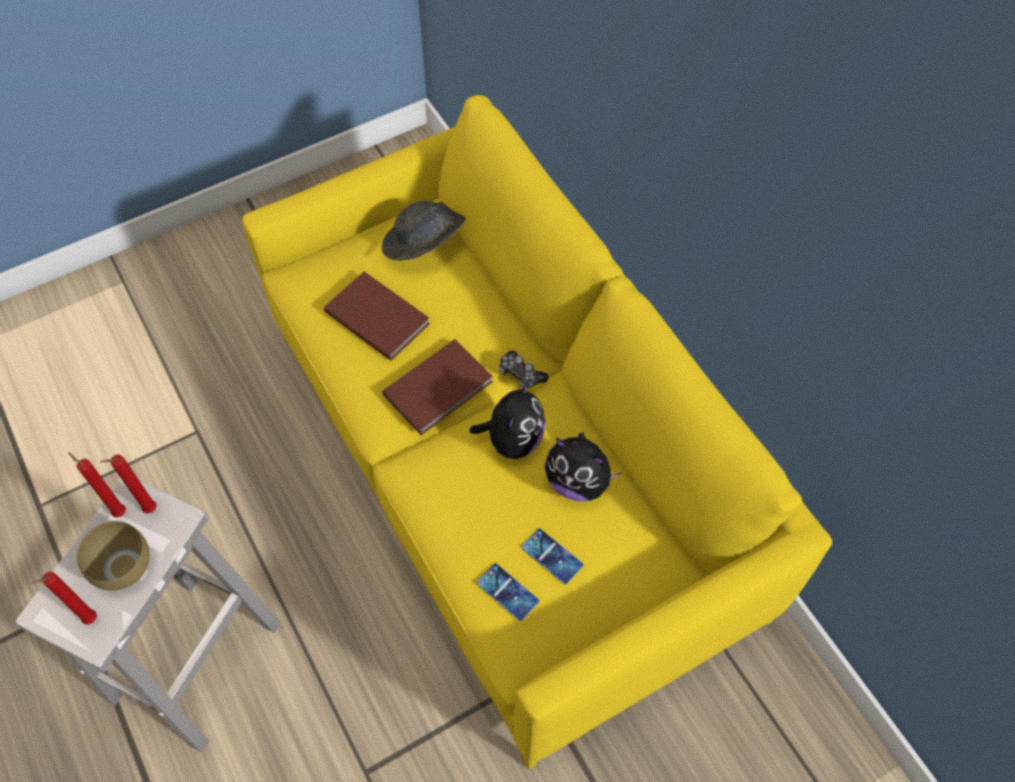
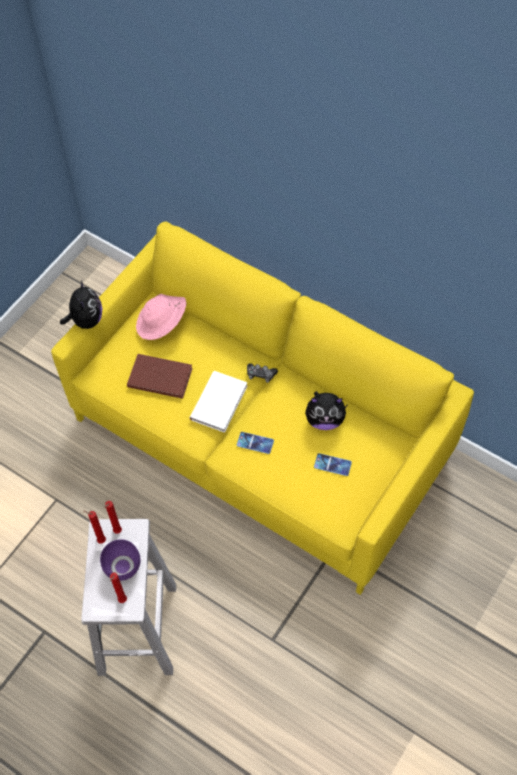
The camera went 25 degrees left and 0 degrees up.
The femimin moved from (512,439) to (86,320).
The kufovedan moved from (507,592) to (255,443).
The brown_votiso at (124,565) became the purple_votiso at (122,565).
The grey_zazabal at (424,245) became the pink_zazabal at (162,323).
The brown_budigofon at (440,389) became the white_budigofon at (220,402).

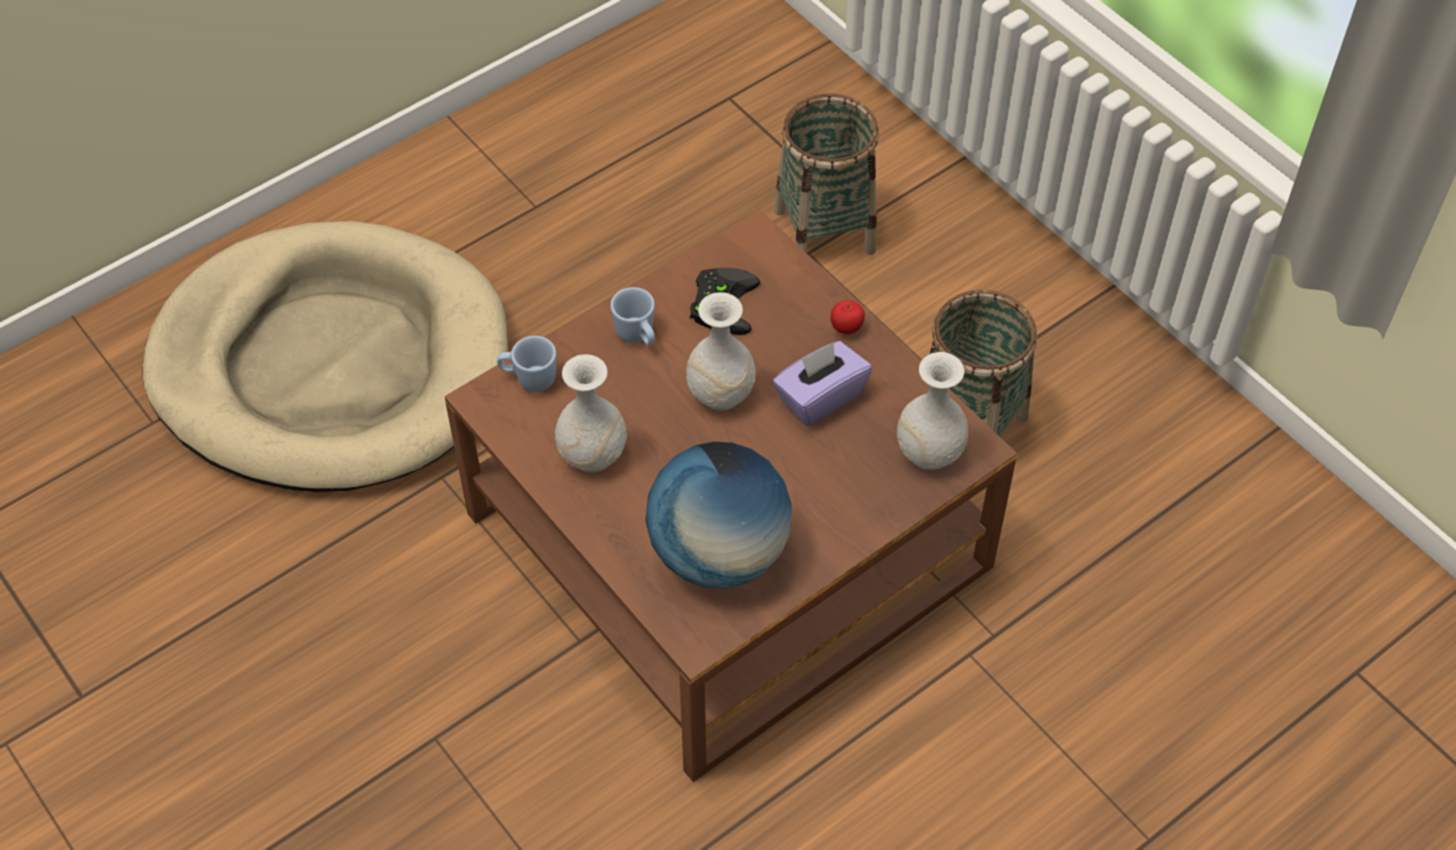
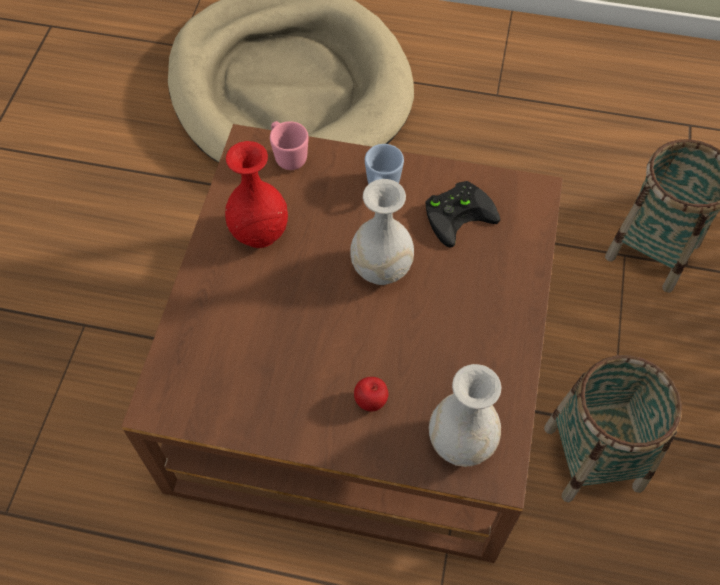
The camera went 50 degrees right and 5 degrees up.
The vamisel at (719,553) disappeared.
The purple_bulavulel at (820,397) disappeared.
The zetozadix moved from (846,328) to (371,401).
The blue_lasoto at (529,379) became the pink_lasoto at (288,156).
The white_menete at (593,455) became the red_menete at (260,233).

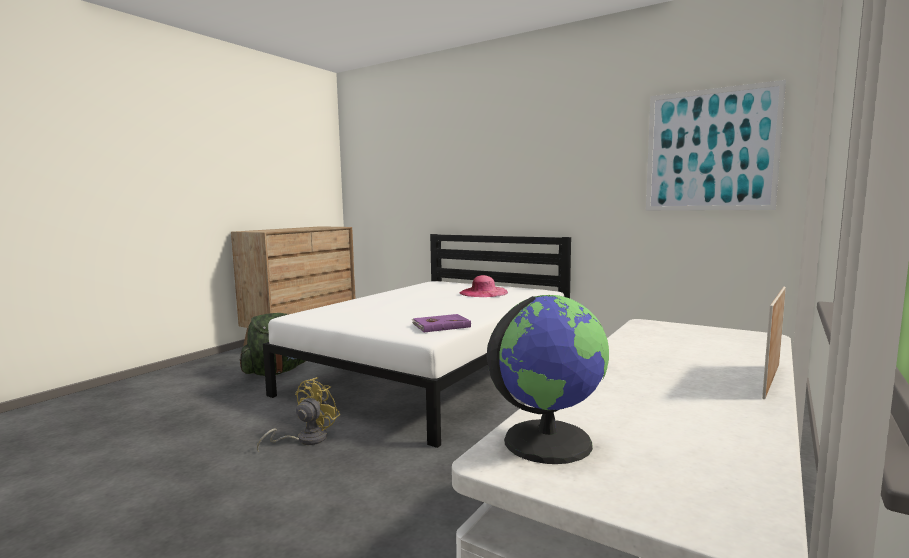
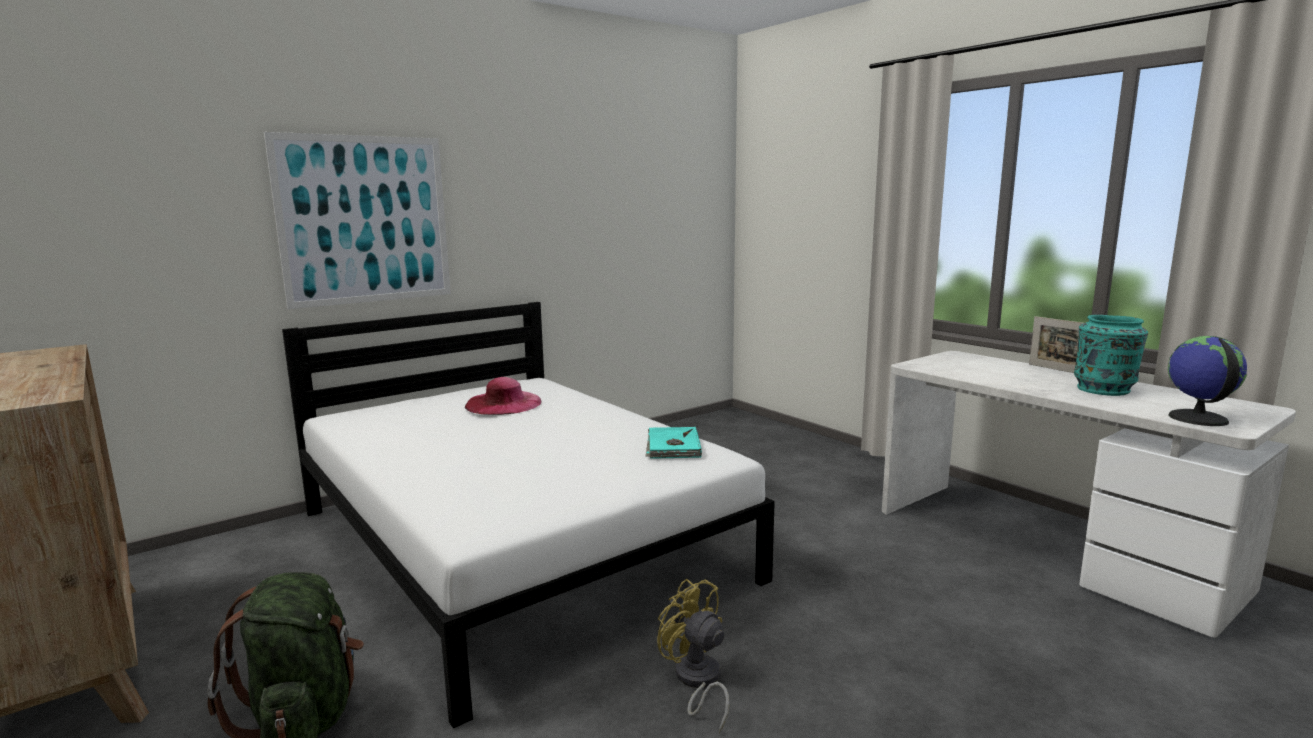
The camera went 70 degrees left and 5 degrees up.
The turquoise_menete at (1104,390) appeared.
The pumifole moved from (710,150) to (365,220).
The purple_budigofon at (440,325) became the turquoise_budigofon at (672,446).

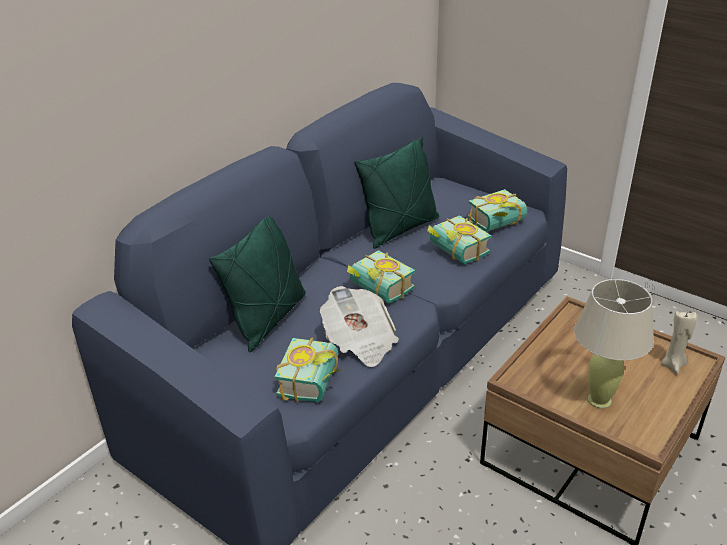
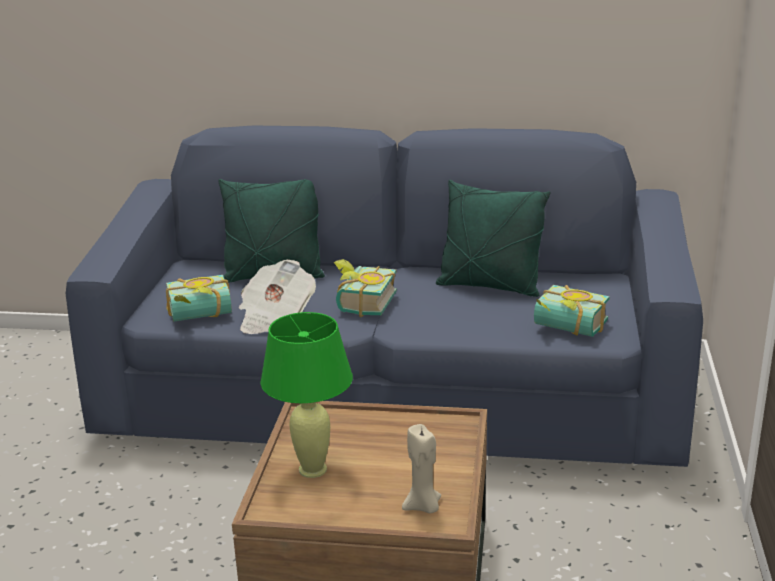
The camera went 60 degrees right and 10 degrees down.
The budigofon at (454,253) disappeared.
The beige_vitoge at (599,400) became the green_vitoge at (313,469).

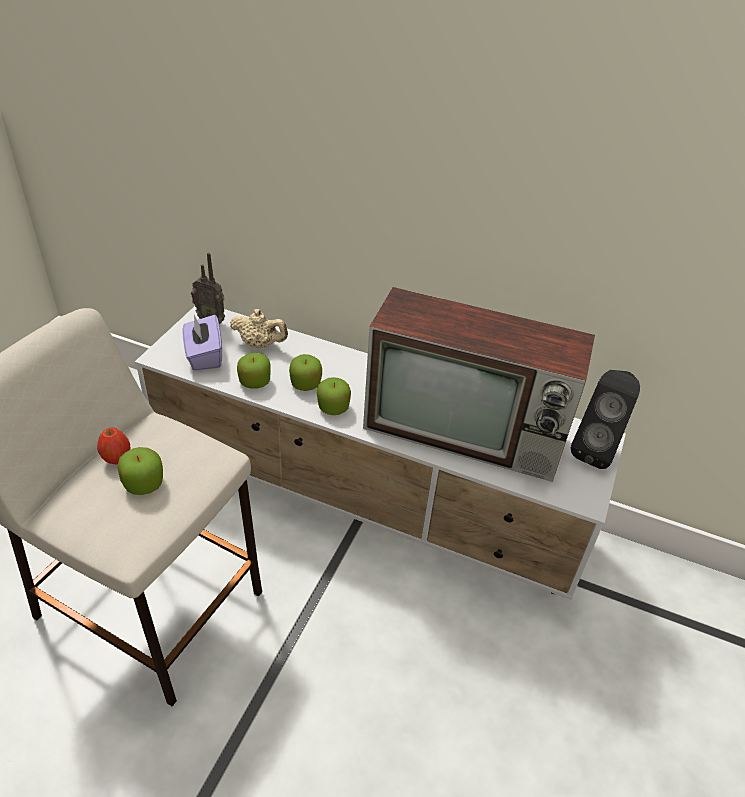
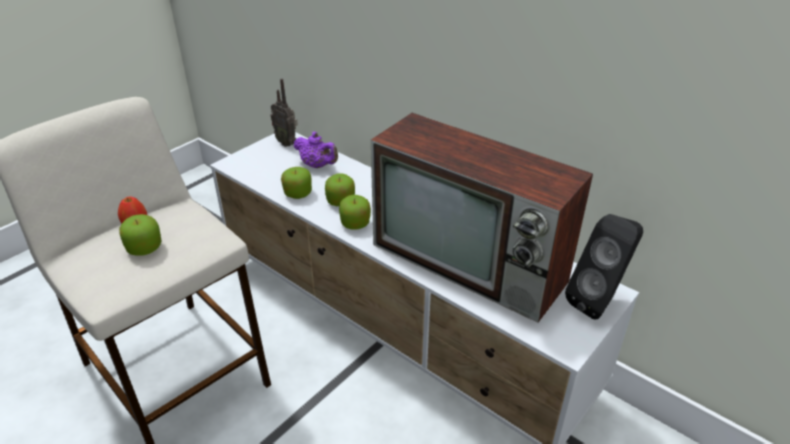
The camera went 20 degrees right and 5 degrees down.
The purple_bulavulel at (204,356) disappeared.
The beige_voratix at (260,344) became the purple_voratix at (317,166).

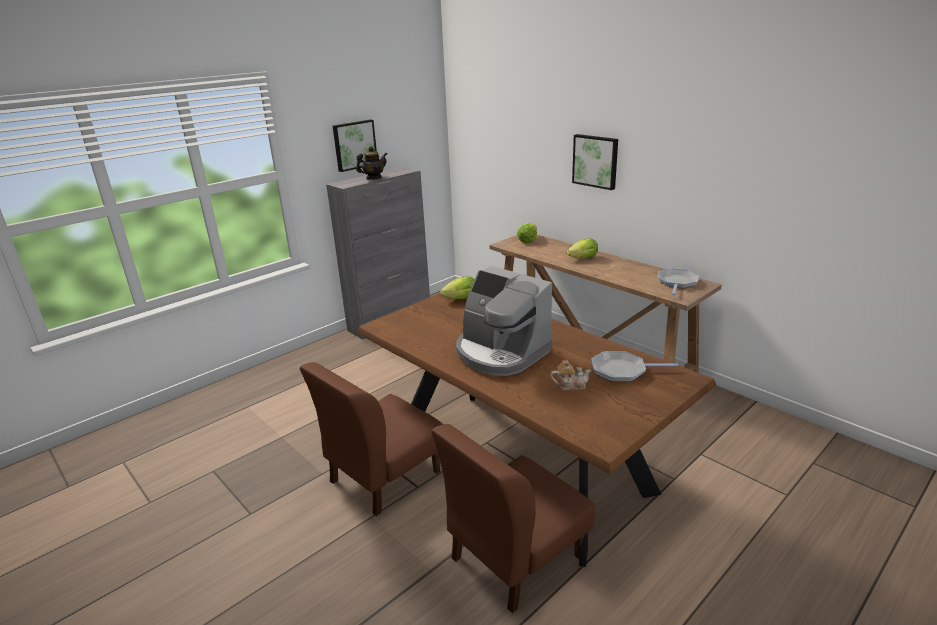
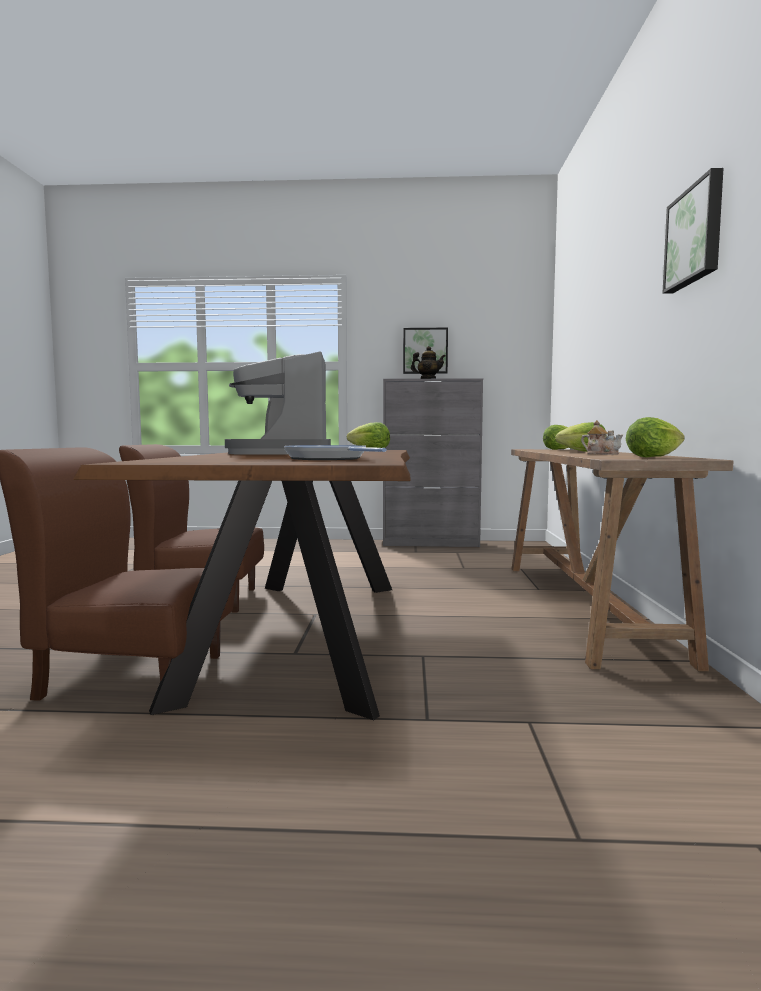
The camera went 45 degrees right and 20 degrees down.
The voratix moved from (570,385) to (602,454).
The pumifole moved from (596,161) to (696,236).
The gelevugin at (677,283) was replaced by the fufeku at (653,457).

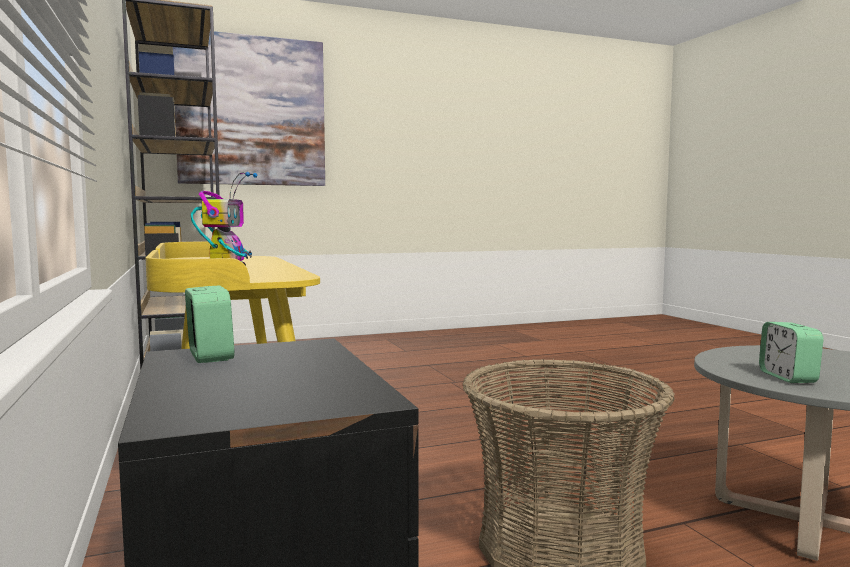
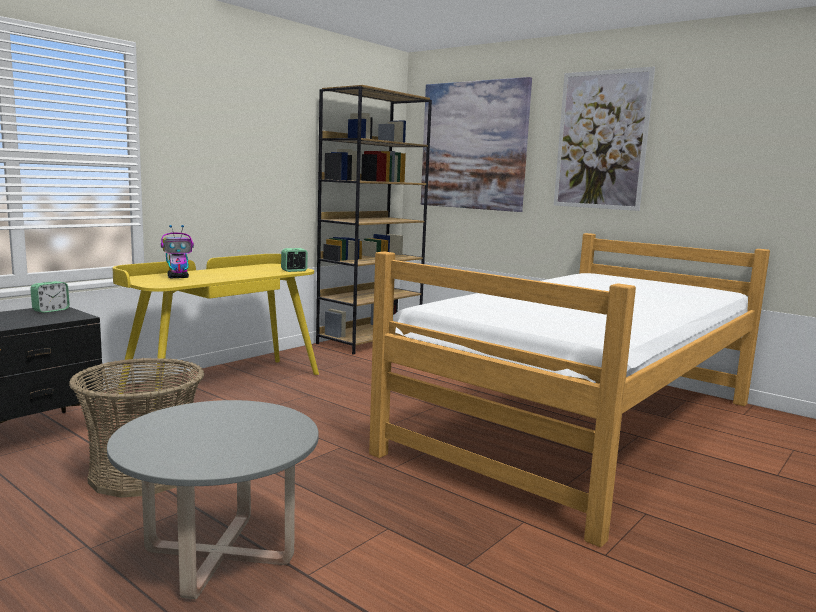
The camera went 60 degrees right and 5 degrees up.
The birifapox at (584,426) appeared.
The pumifole at (601,140) appeared.
The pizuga moved from (788,377) to (294,271).

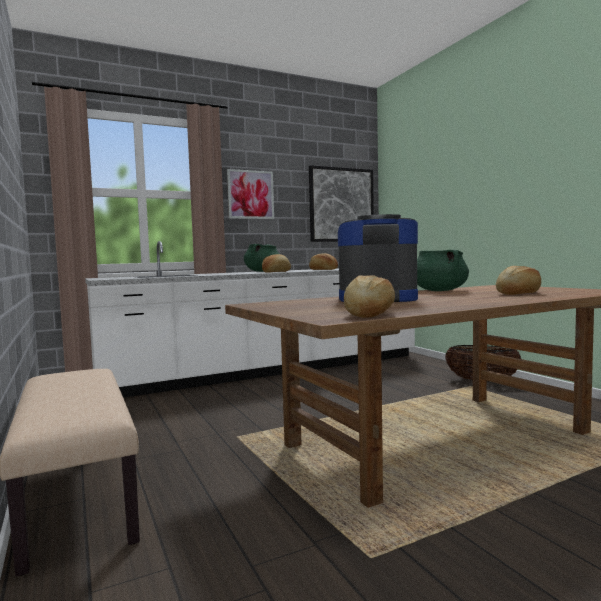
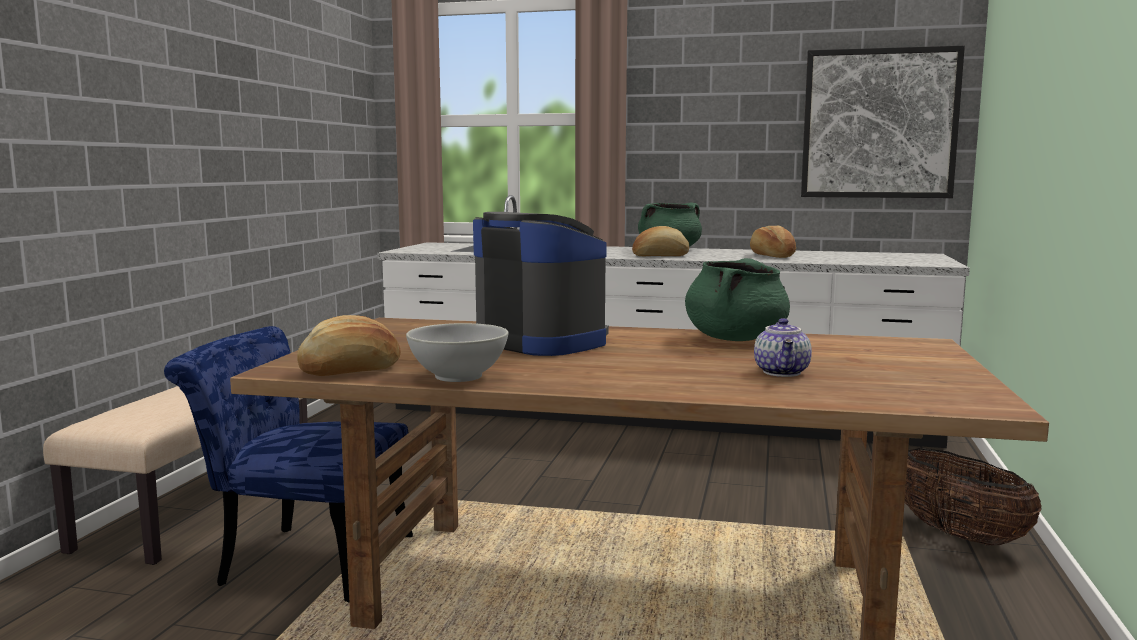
The camera went 40 degrees right and 5 degrees up.
The pumifole at (250,194) disappeared.
The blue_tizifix at (302,560) appeared.
The white_votiso at (457,376) appeared.
The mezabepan at (518,293) was replaced by the voratix at (783,372).

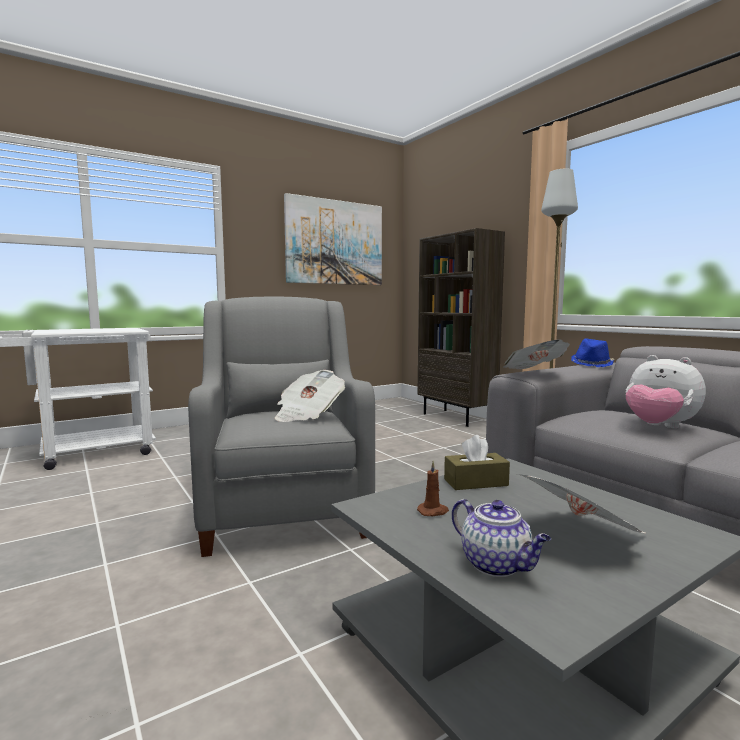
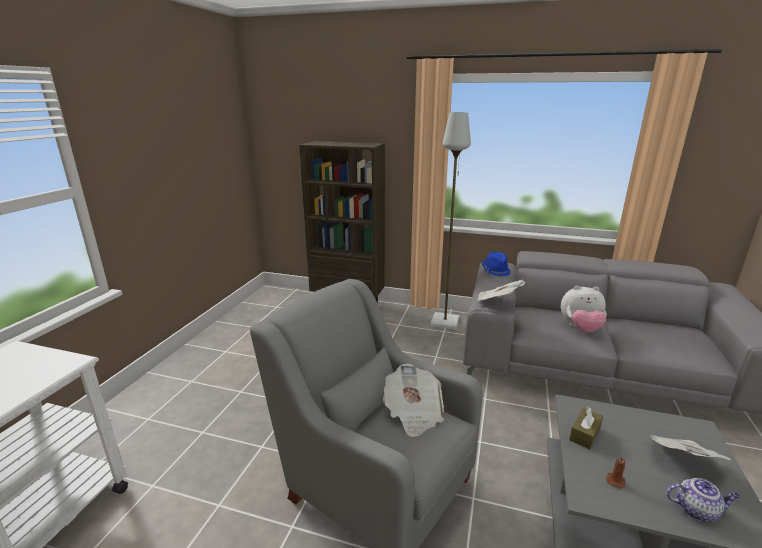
The camera went 40 degrees left and 15 degrees up.
The pumifole at (335,242) disappeared.

